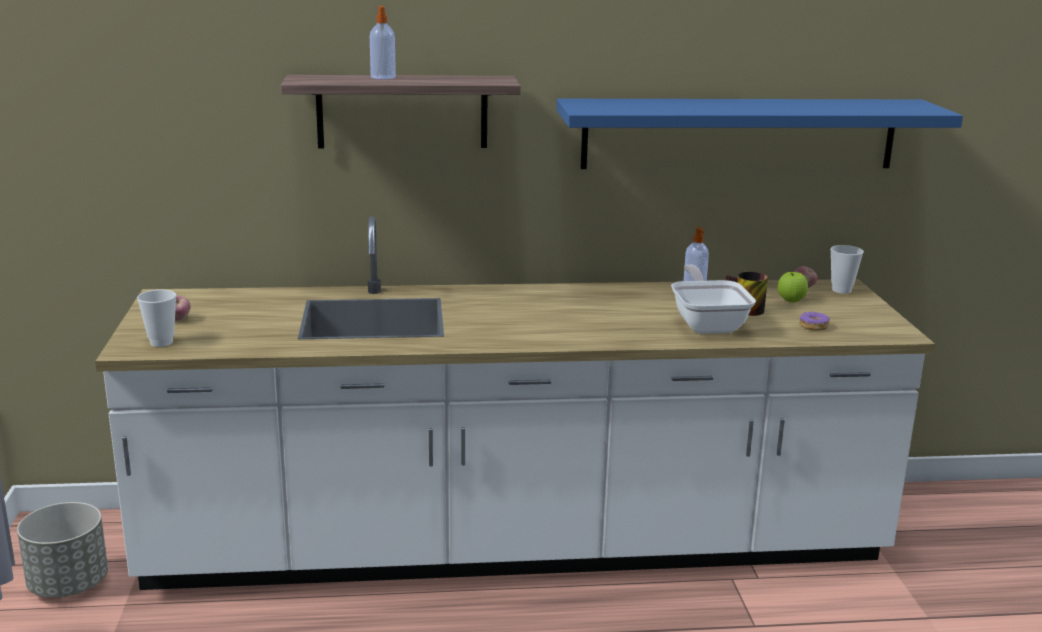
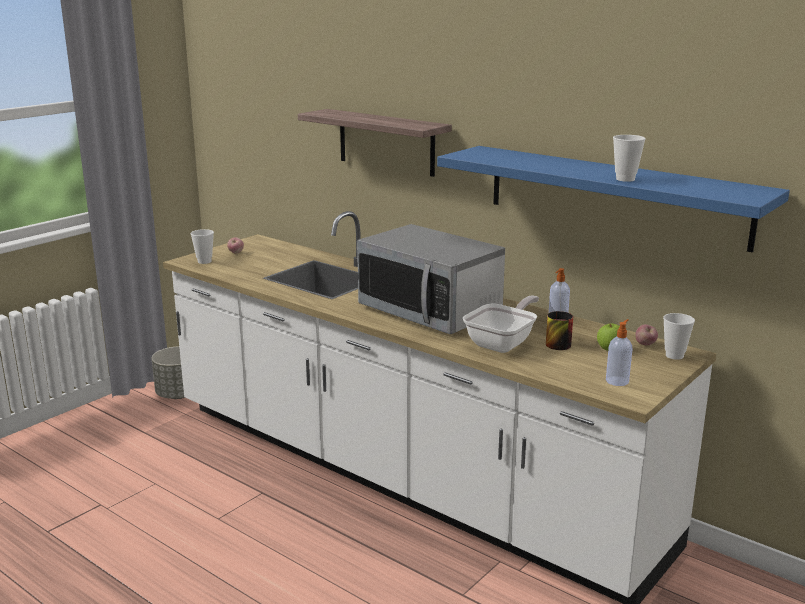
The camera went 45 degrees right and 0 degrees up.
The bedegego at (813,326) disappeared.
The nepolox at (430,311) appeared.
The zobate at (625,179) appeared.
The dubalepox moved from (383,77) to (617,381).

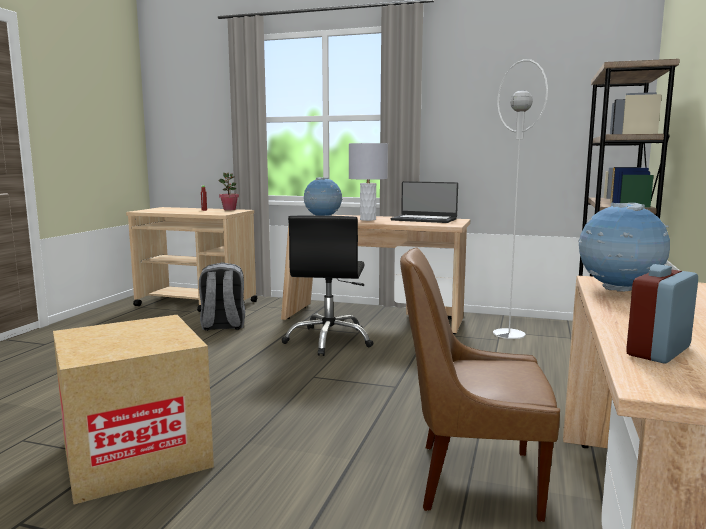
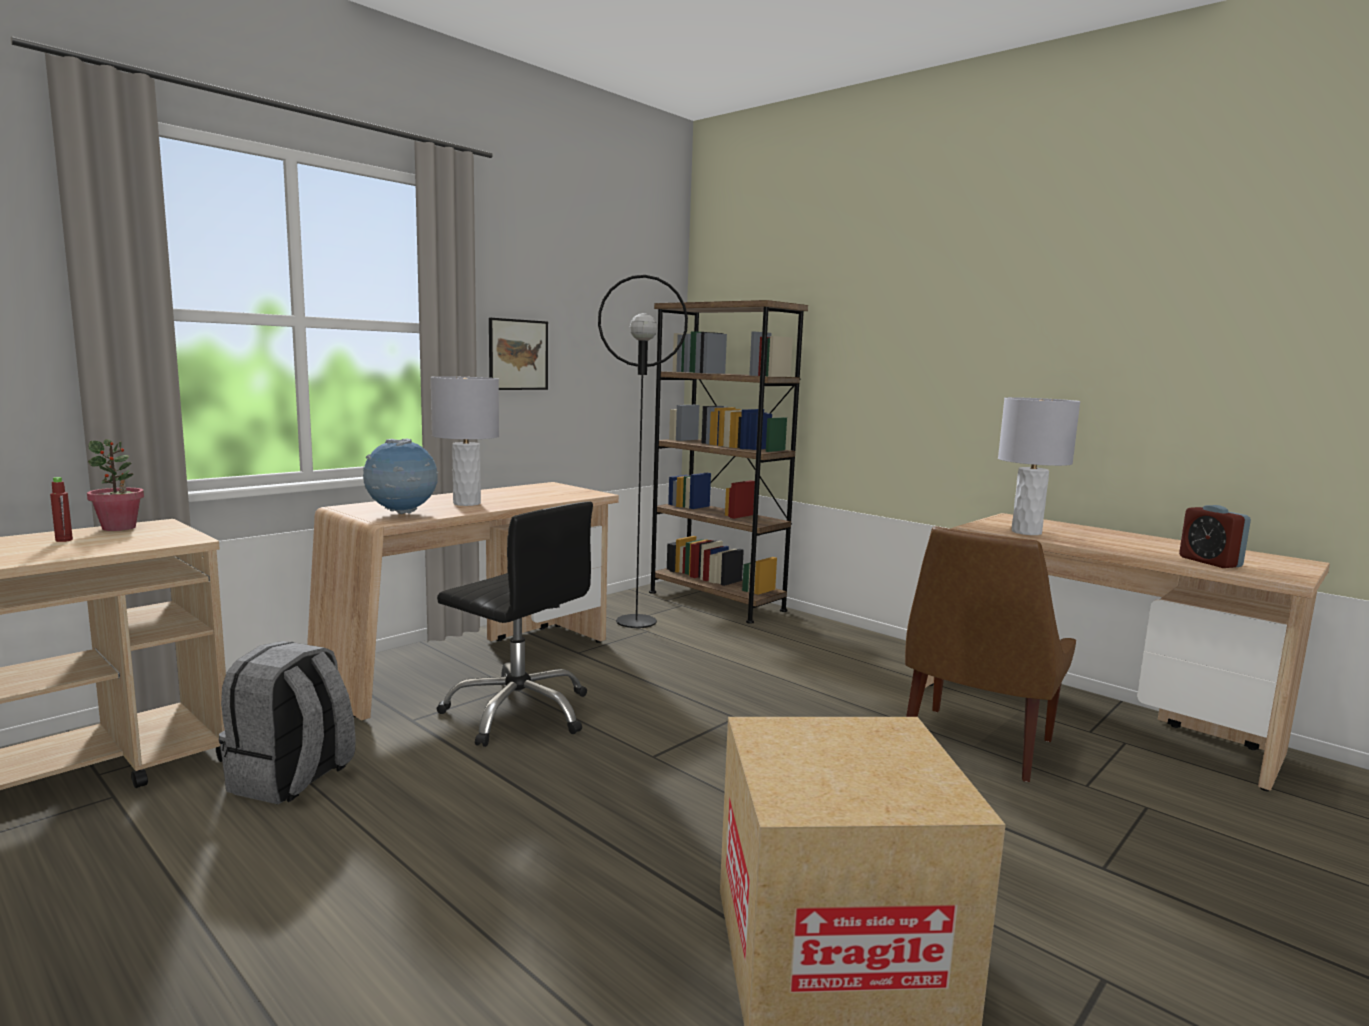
The camera went 65 degrees left and 0 degrees up.
The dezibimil at (424,219) disappeared.
The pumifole at (518,354) appeared.
The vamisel at (618,291) was replaced by the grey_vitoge at (1026,532).
The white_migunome at (508,334) became the black_migunome at (636,621).

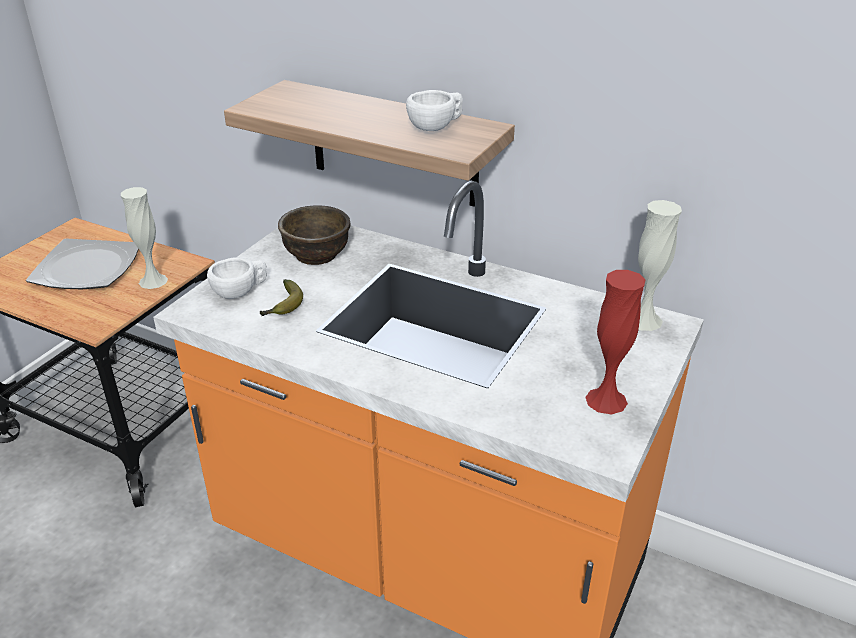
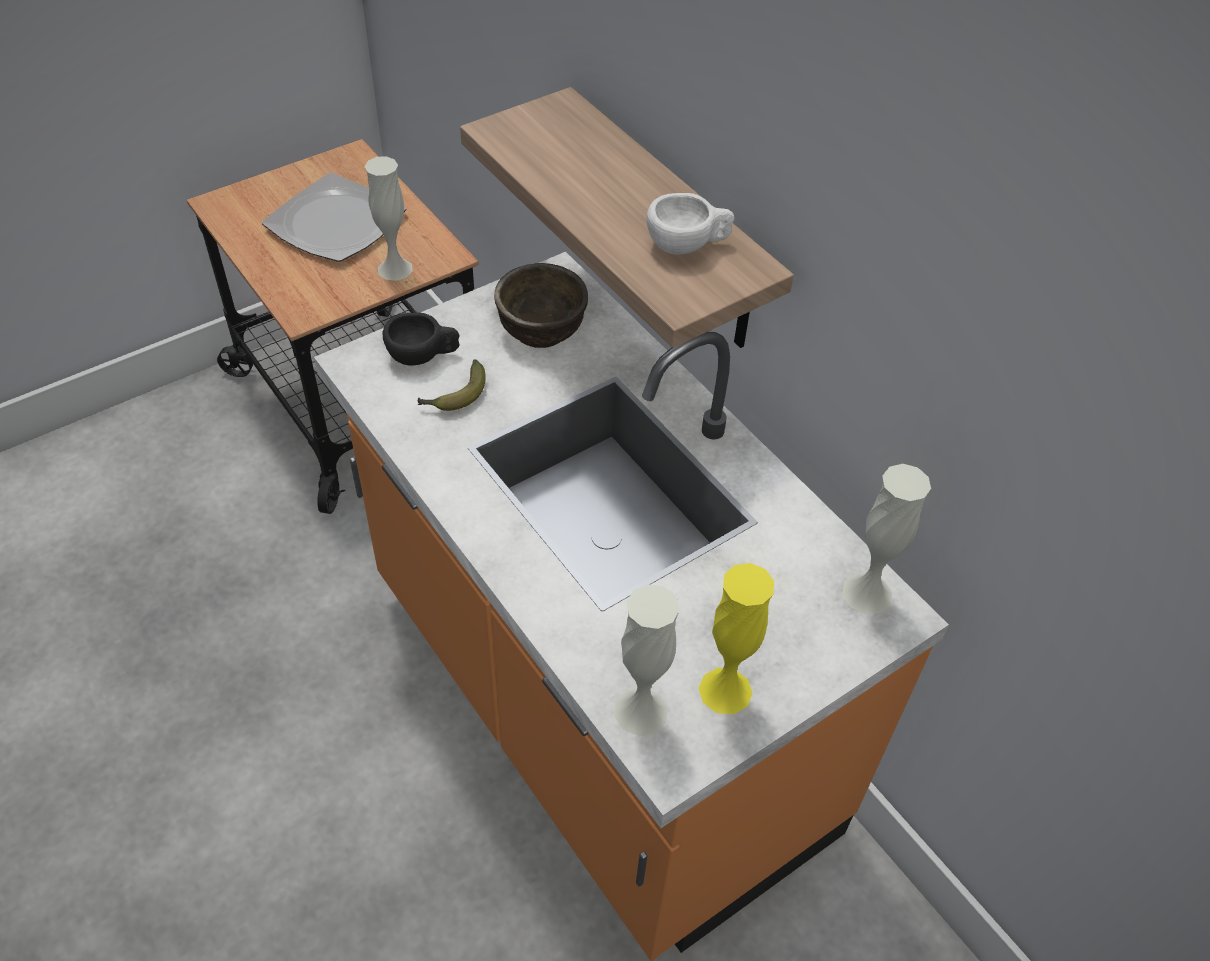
The camera went 25 degrees right and 15 degrees up.
The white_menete at (641,711) appeared.
The white_zobate at (241,292) became the black_zobate at (423,356).
The red_menete at (606,400) became the yellow_menete at (725,690).

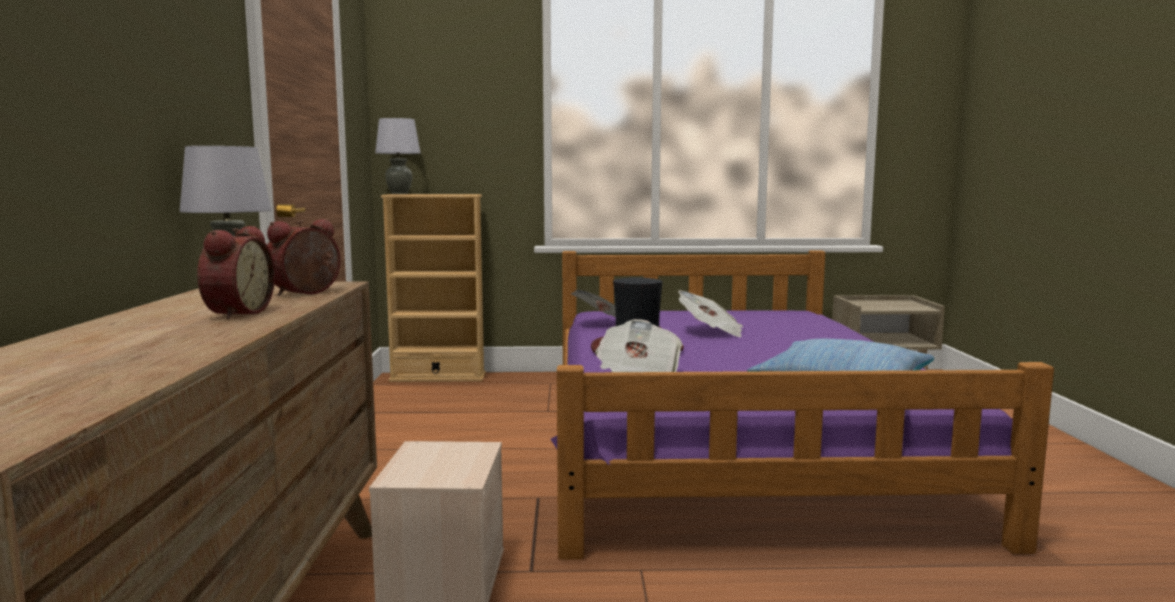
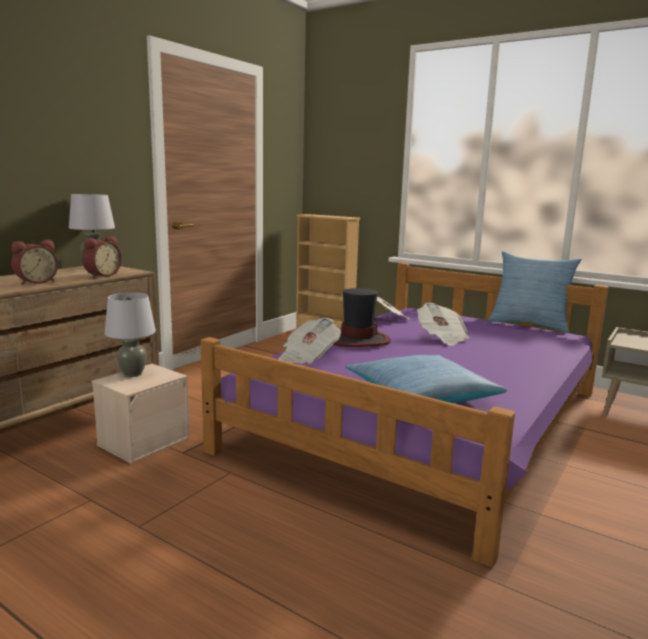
The camera went 35 degrees right and 5 degrees up.
The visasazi at (529,324) appeared.
The grey_vitoge moved from (399,194) to (132,374).
The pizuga at (307,293) turned 135 degrees clockwise.

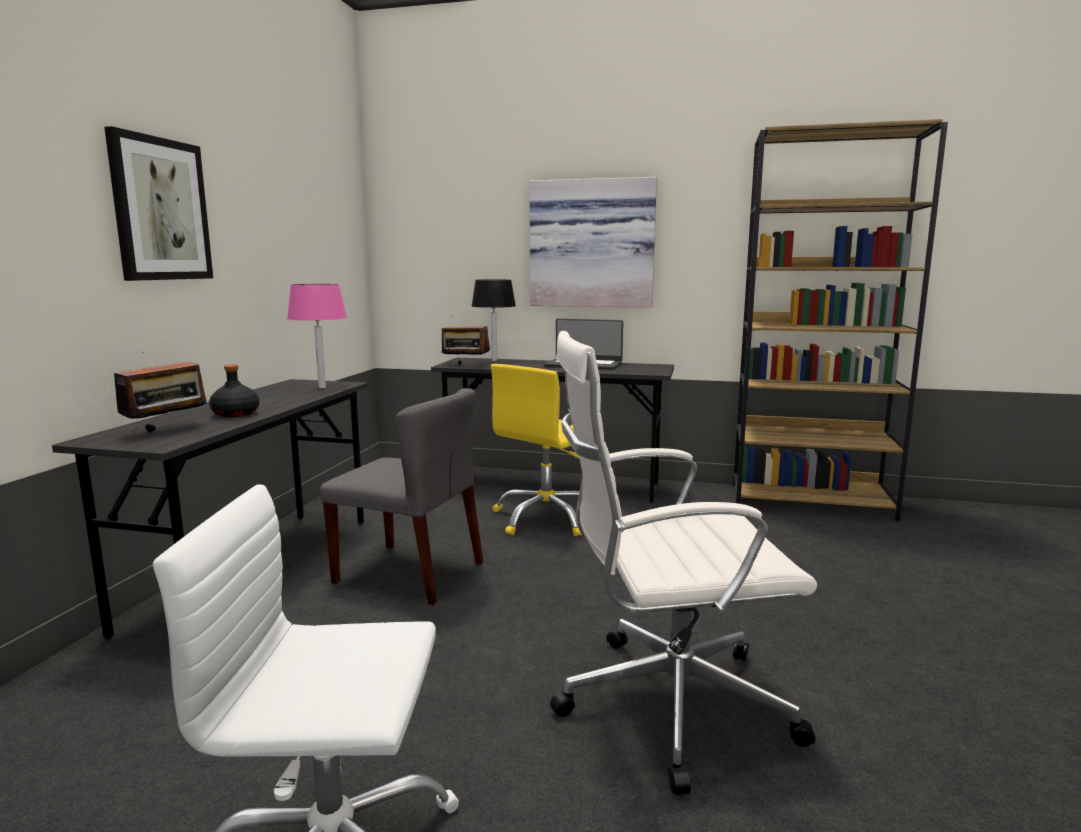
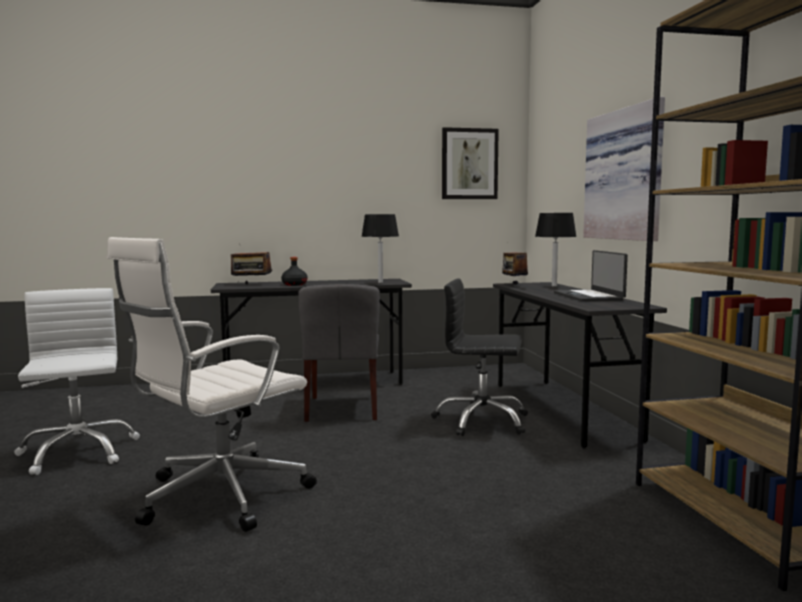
The camera went 65 degrees right and 5 degrees down.
The pumifole moved from (160,210) to (469,164).
The pink_vitoge at (322,387) became the black_vitoge at (380,282).
The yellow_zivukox at (546,518) became the black_zivukox at (481,421).
The white_zivukox at (667,704) turned 105 degrees counterclockwise.

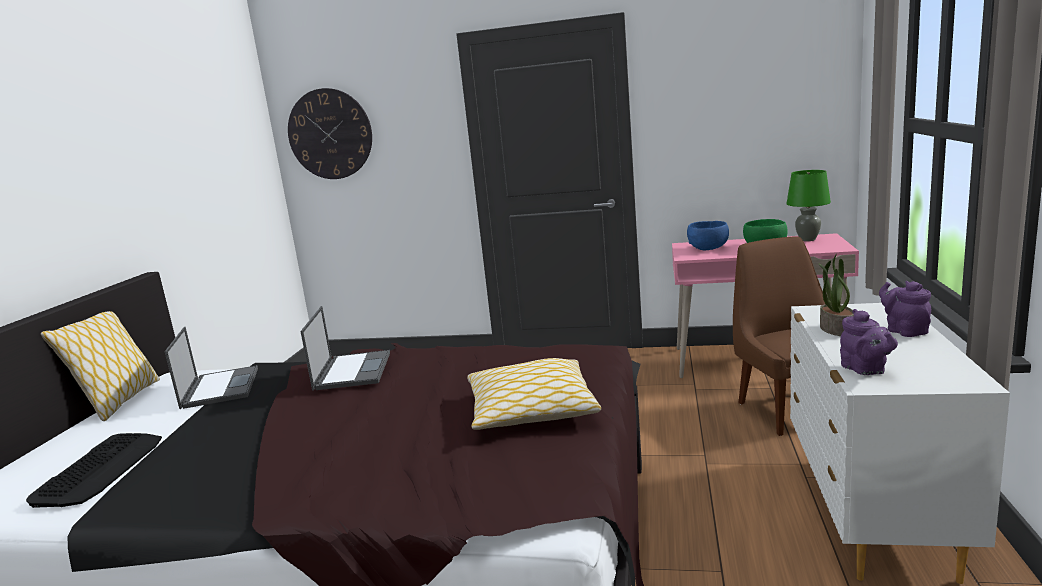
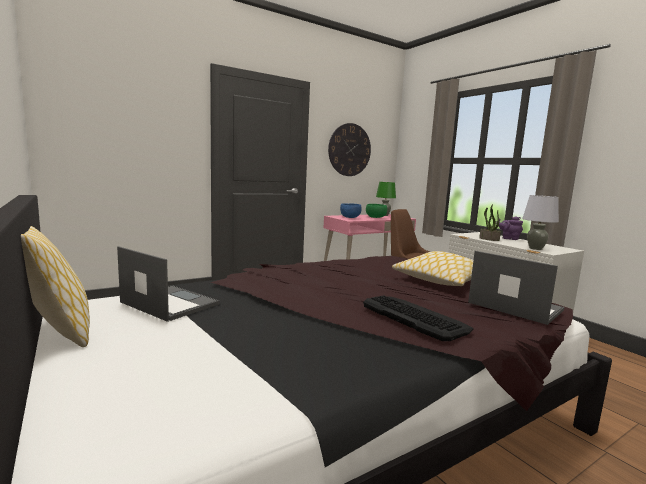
The camera went 45 degrees left and 5 degrees down.
The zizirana moved from (101,469) to (414,317).
The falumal moved from (330,134) to (349,150).
The dezibimil moved from (352,370) to (513,306).
The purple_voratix at (865,370) was replaced by the grey_vitoge at (535,248).

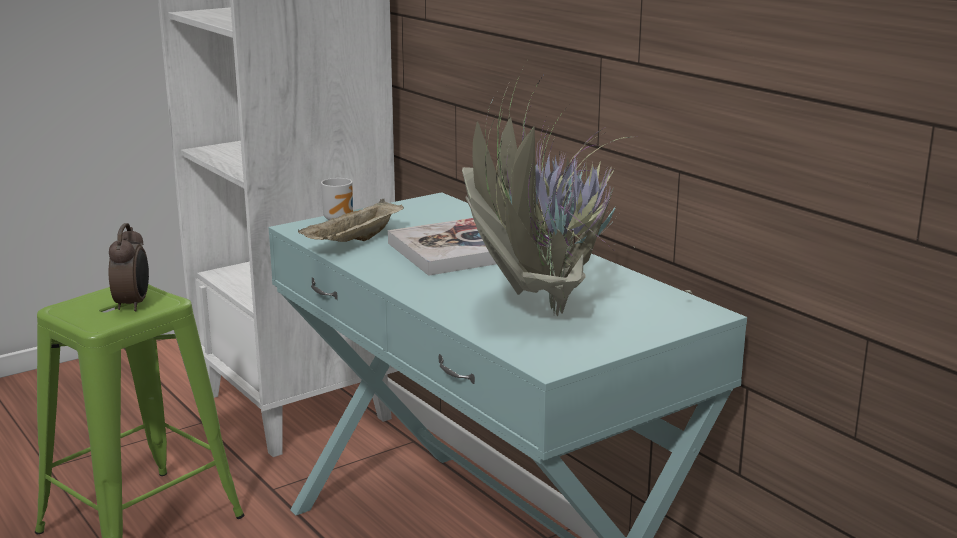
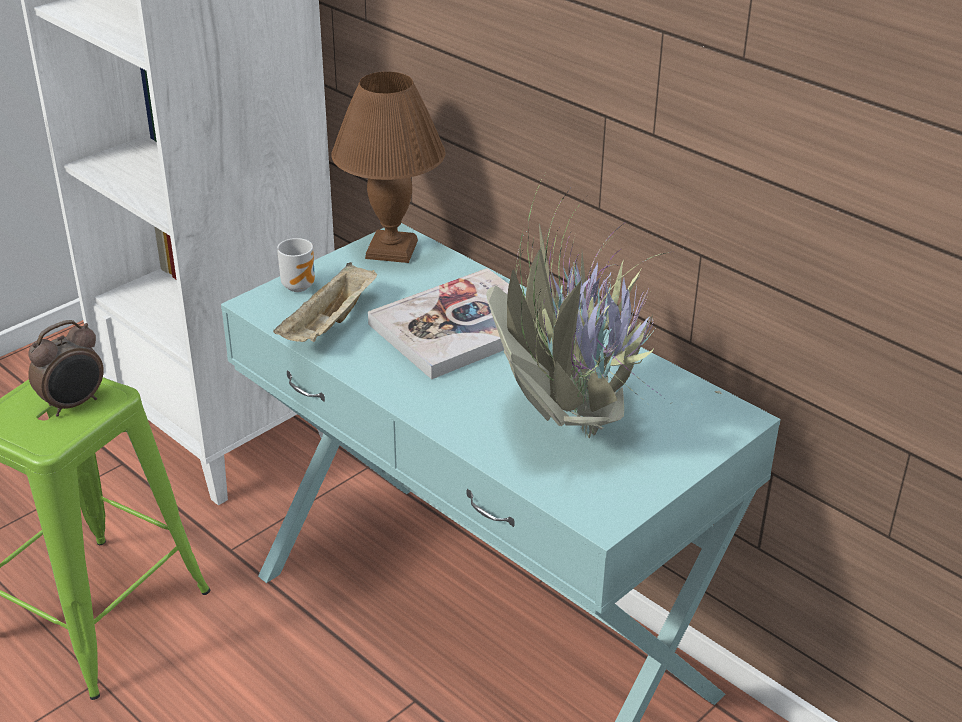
The camera went 10 degrees left and 15 degrees up.
The brown_vitoge at (393,249) appeared.
The pizuga at (133,304) turned 60 degrees clockwise.

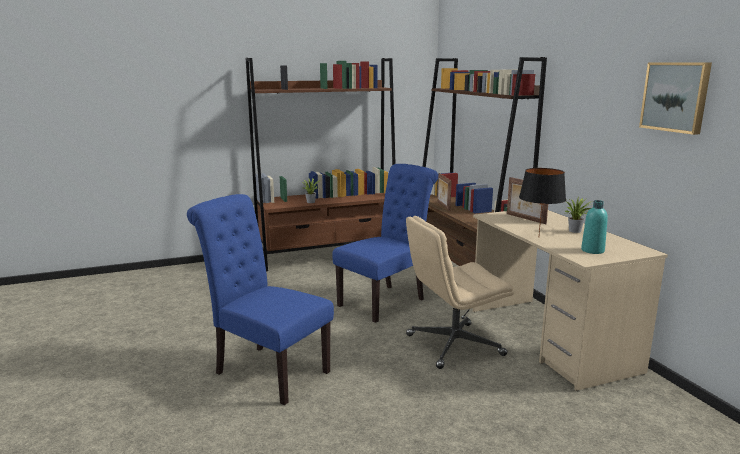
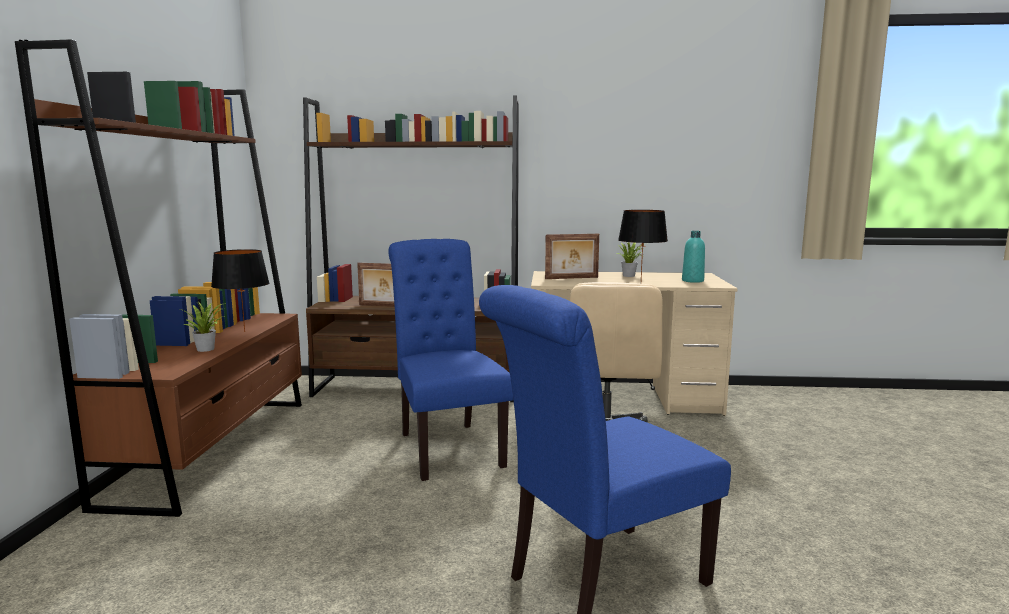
The camera went 65 degrees left and 5 degrees down.
The pumifole at (676,97) disappeared.
The black_vitoge at (245,332) appeared.

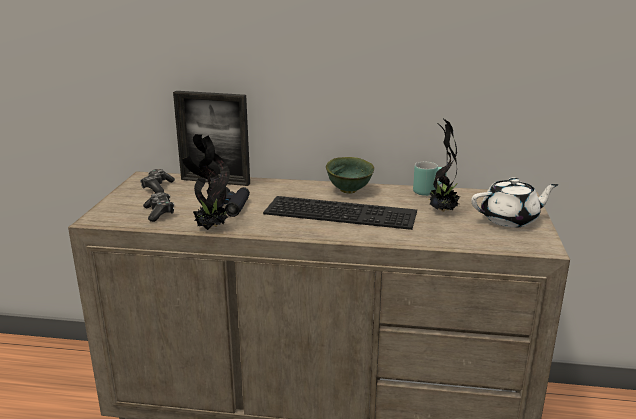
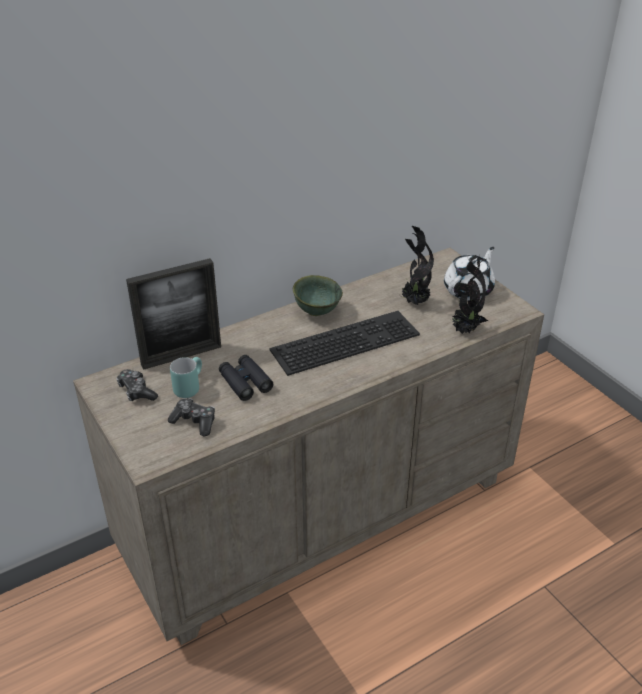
The camera went 40 degrees left and 15 degrees up.
The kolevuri moved from (210,228) to (465,330).
The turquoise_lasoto moved from (428,191) to (188,386).

